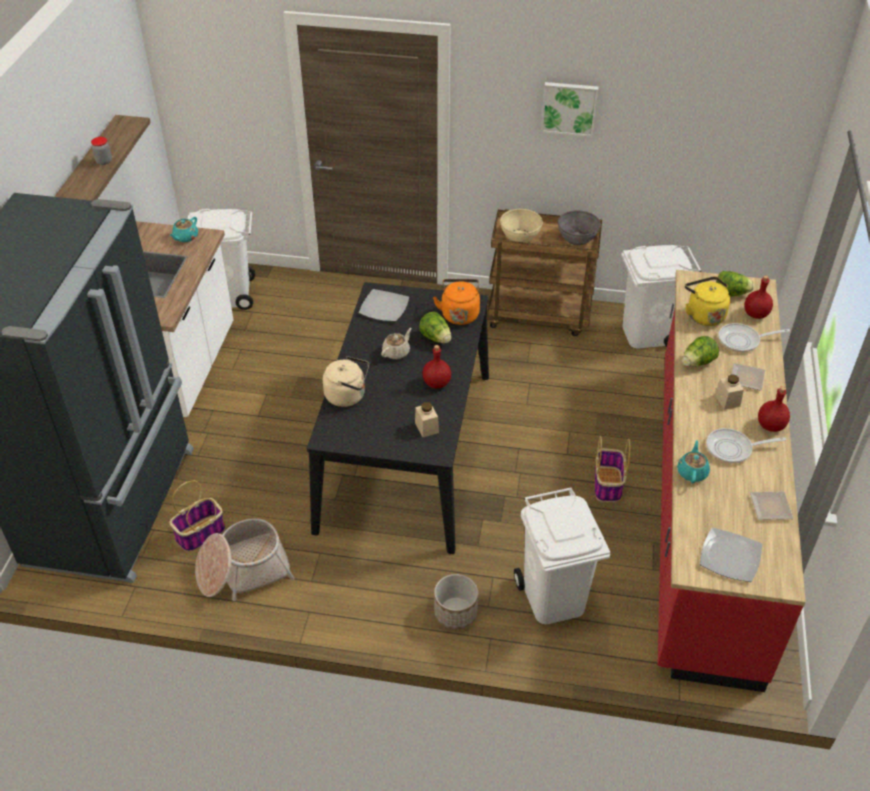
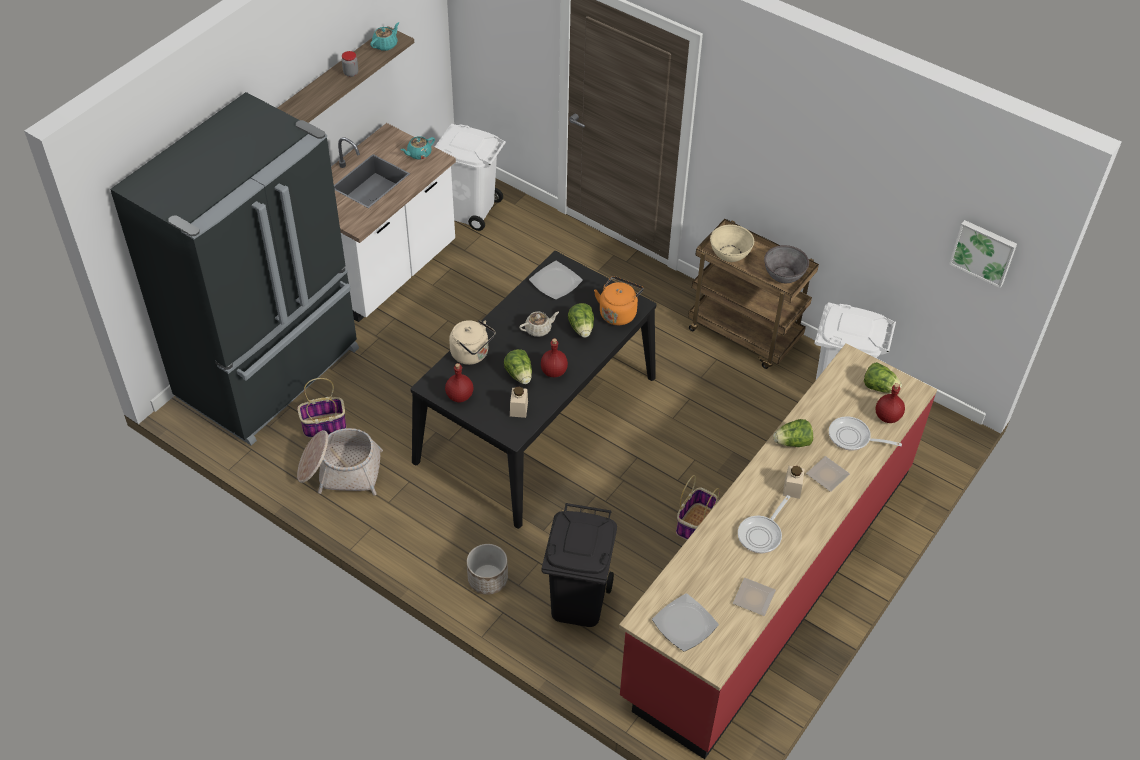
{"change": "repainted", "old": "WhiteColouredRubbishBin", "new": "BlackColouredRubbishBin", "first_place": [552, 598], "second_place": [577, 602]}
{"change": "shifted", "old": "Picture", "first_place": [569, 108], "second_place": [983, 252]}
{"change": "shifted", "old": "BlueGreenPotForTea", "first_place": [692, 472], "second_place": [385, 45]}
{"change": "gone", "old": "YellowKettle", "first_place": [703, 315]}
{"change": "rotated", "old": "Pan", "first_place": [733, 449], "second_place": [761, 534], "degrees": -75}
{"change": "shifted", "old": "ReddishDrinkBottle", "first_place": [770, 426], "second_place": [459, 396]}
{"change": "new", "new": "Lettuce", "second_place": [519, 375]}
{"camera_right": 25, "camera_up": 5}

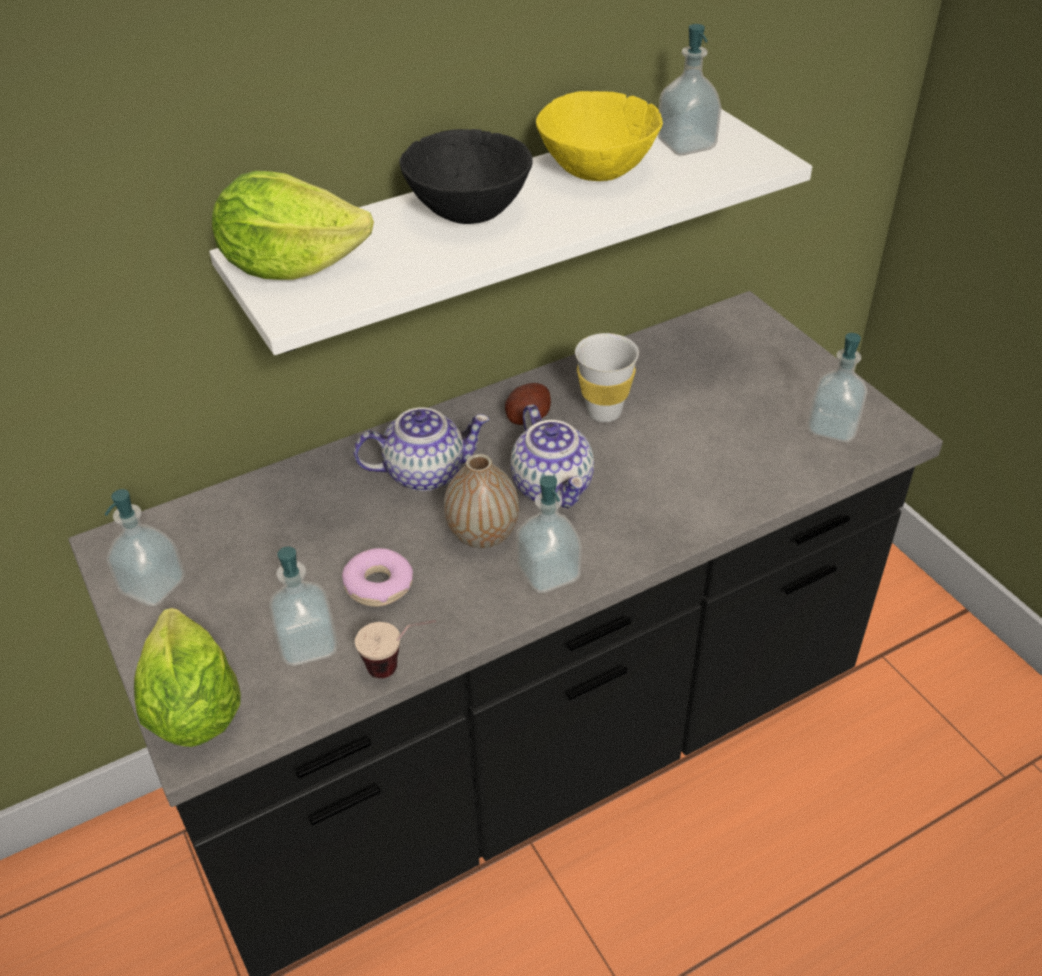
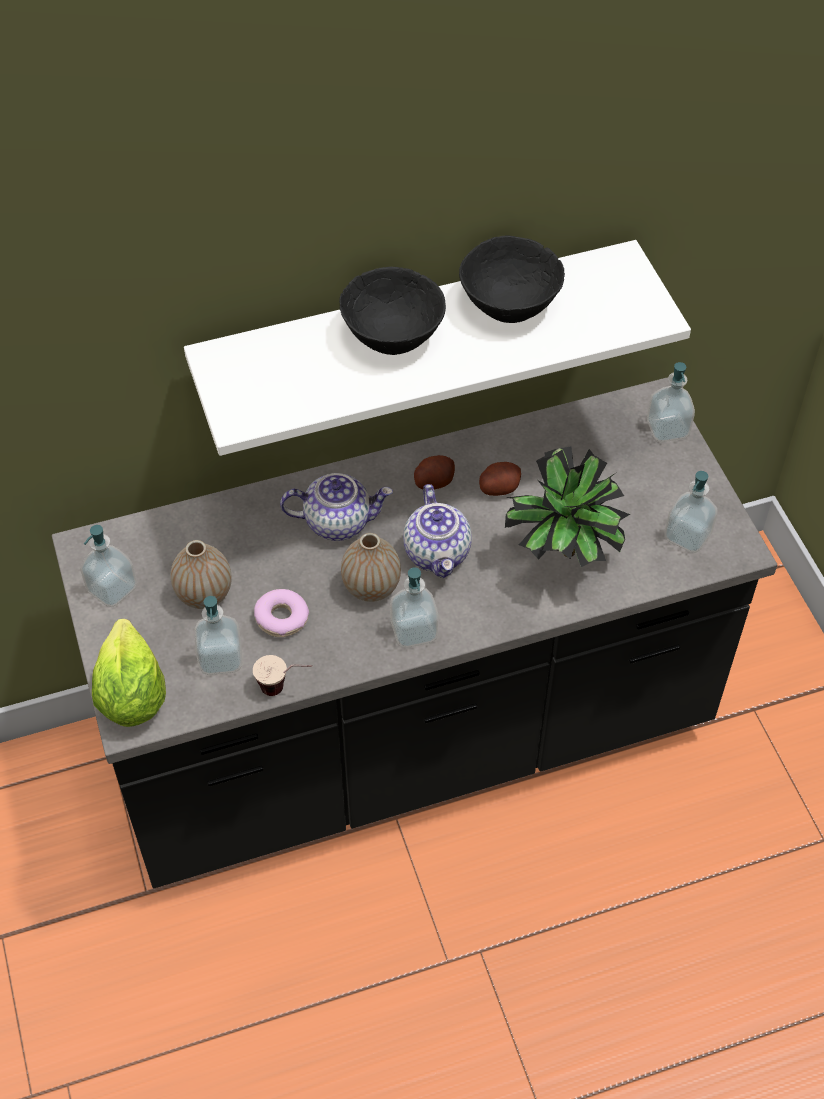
{"change": "gone", "old": "Lettuce", "first_place": [291, 266]}
{"change": "repainted", "old": "YellowBowl", "new": "BlackColouredBowl", "first_place": [597, 170], "second_place": [509, 305]}
{"change": "swapped", "old": "WhiteColouredSmallCup", "new": "Potato", "first_place": [604, 412], "second_place": [499, 487]}
{"change": "shifted", "old": "LiquidSoapBottle", "first_place": [686, 145], "second_place": [667, 429]}
{"change": "new", "new": "DecorativeVase", "second_place": [204, 594]}
{"change": "new", "new": "PlantInAPot", "second_place": [562, 558]}
{"camera_right": 10, "camera_up": 10}

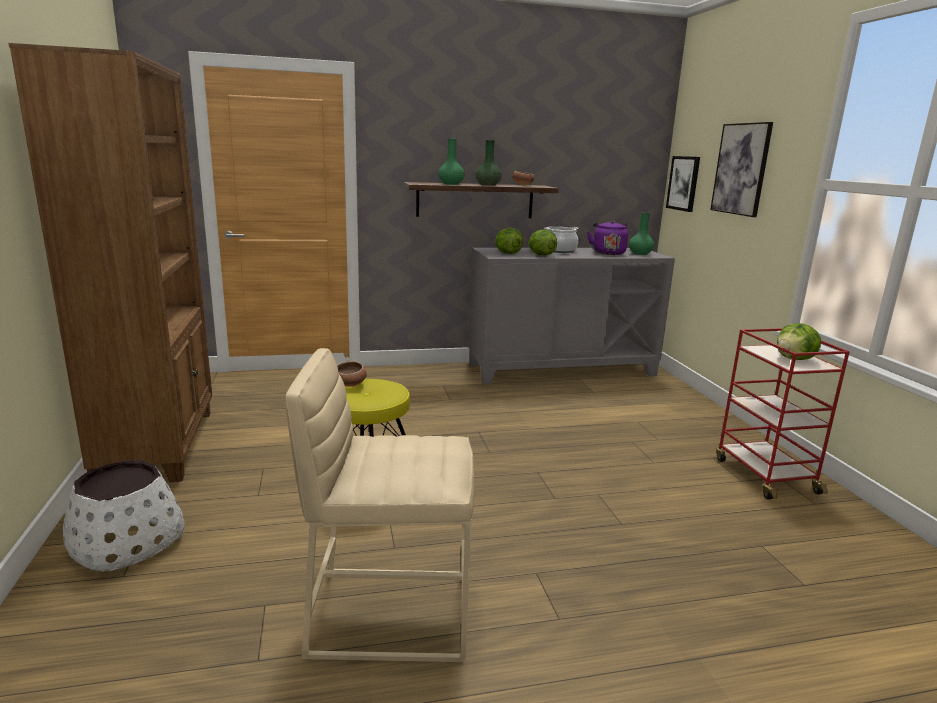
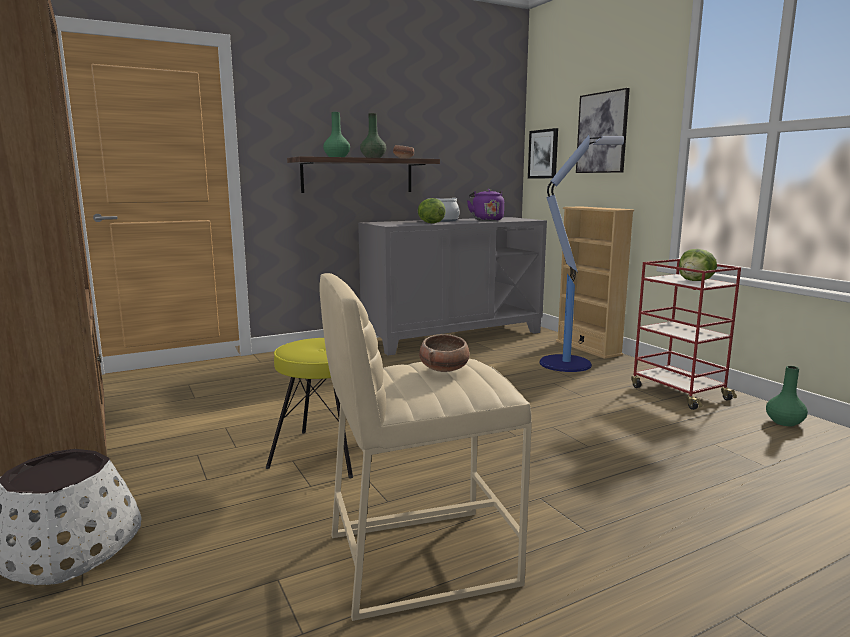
{"change": "shifted", "old": "Bowl", "first_place": [350, 384], "second_place": [444, 369]}
{"change": "gone", "old": "Lettuce", "first_place": [507, 253]}
{"change": "shifted", "old": "GreenDecorativeVase", "first_place": [640, 253], "second_place": [784, 422]}
{"change": "new", "new": "FloorLamp", "second_place": [567, 364]}
{"change": "new", "new": "BeigeBookshelf", "second_place": [588, 348]}
{"camera_right": -15, "camera_up": -5}

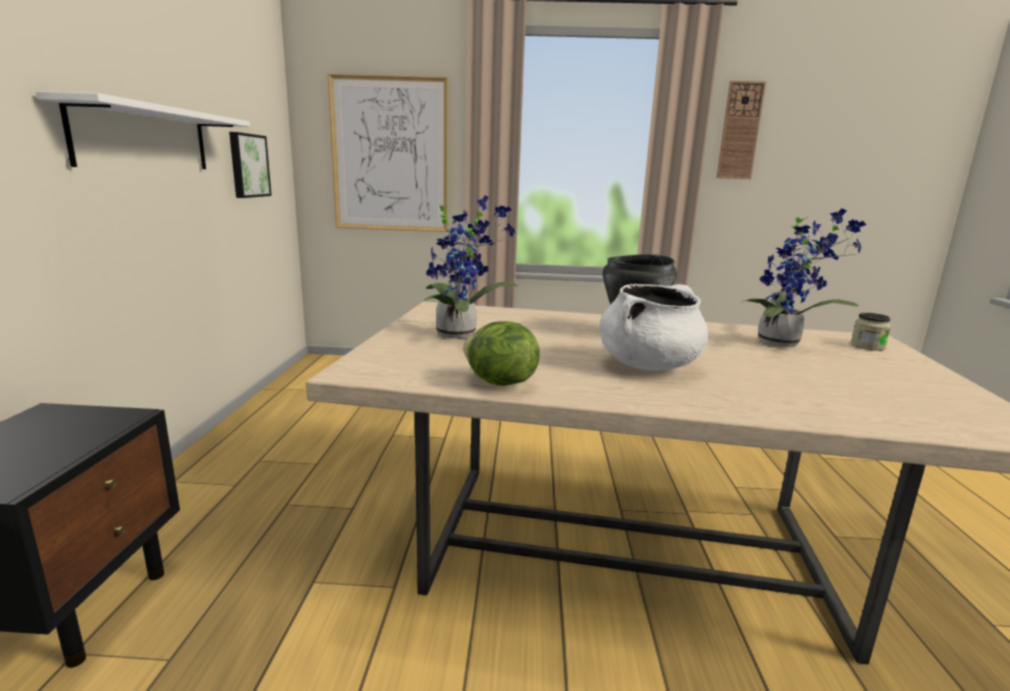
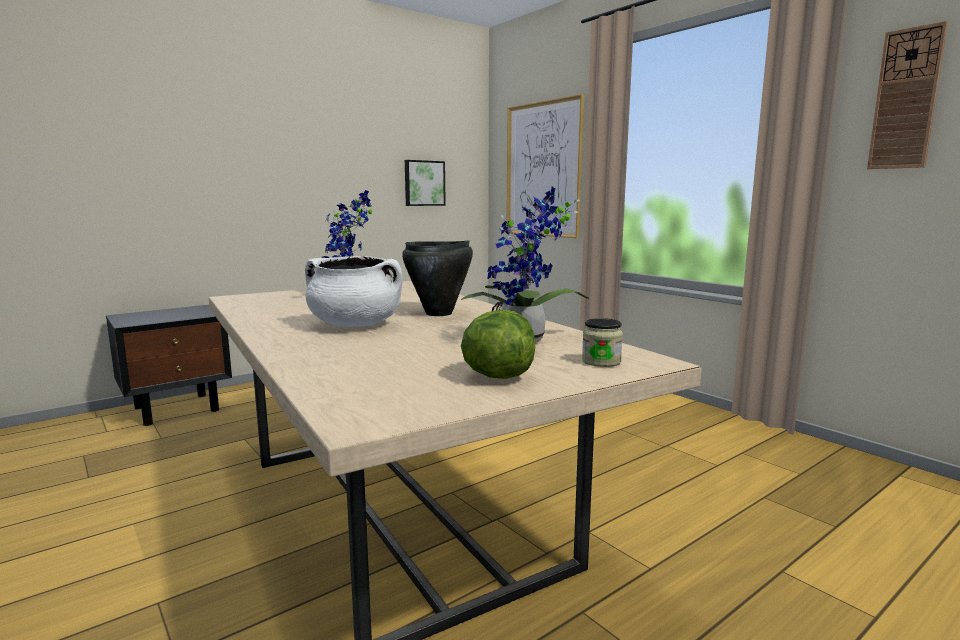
{"change": "gone", "old": "WhiteColouredBracketShelf", "first_place": [144, 138]}
{"change": "shifted", "old": "Lettuce", "first_place": [499, 383], "second_place": [497, 376]}
{"camera_right": 50, "camera_up": -5}

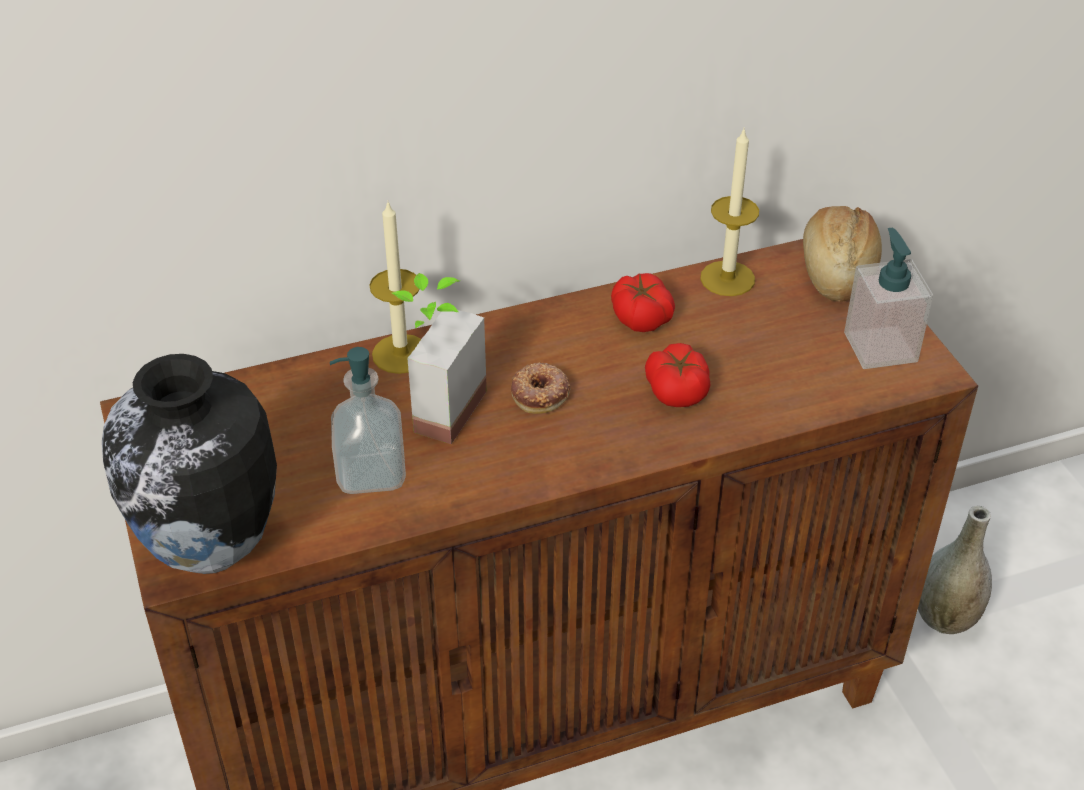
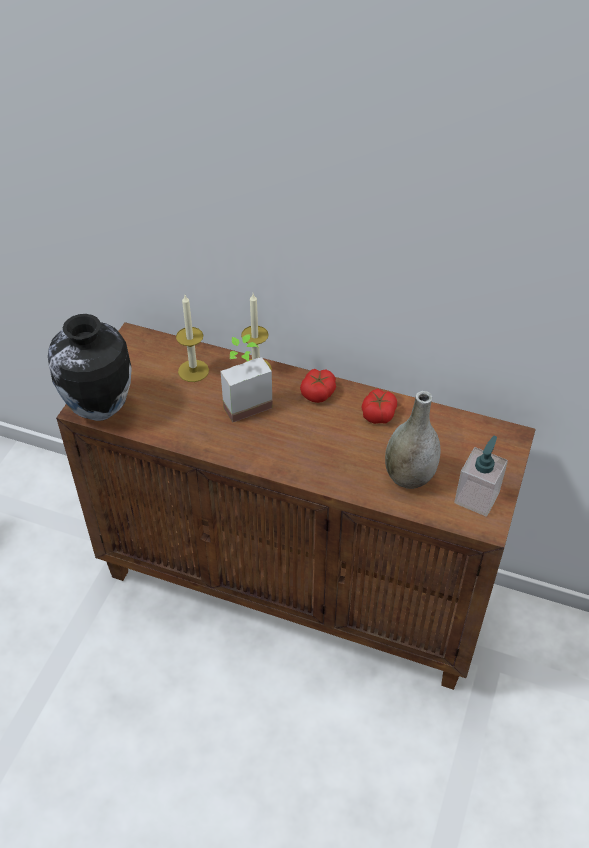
{"change": "gone", "old": "LiquidSoapBottle", "first_place": [371, 473]}
{"change": "gone", "old": "Doughnut", "first_place": [540, 393]}
{"change": "shifted", "old": "Tomato", "first_place": [677, 390], "second_place": [318, 392]}
{"change": "shifted", "old": "WaxLight", "first_place": [727, 278], "second_place": [193, 371]}
{"change": "gone", "old": "BakeryBread", "first_place": [837, 270]}
{"change": "shifted", "old": "GreyDecorativeVase", "first_place": [945, 618], "second_place": [409, 477]}
{"camera_right": 40, "camera_up": 5}

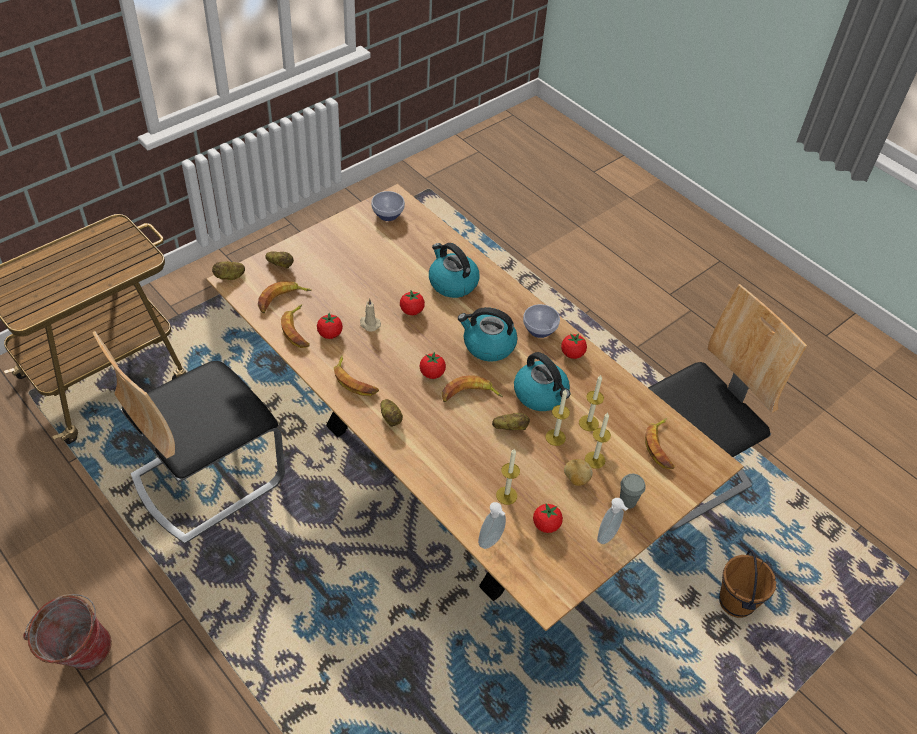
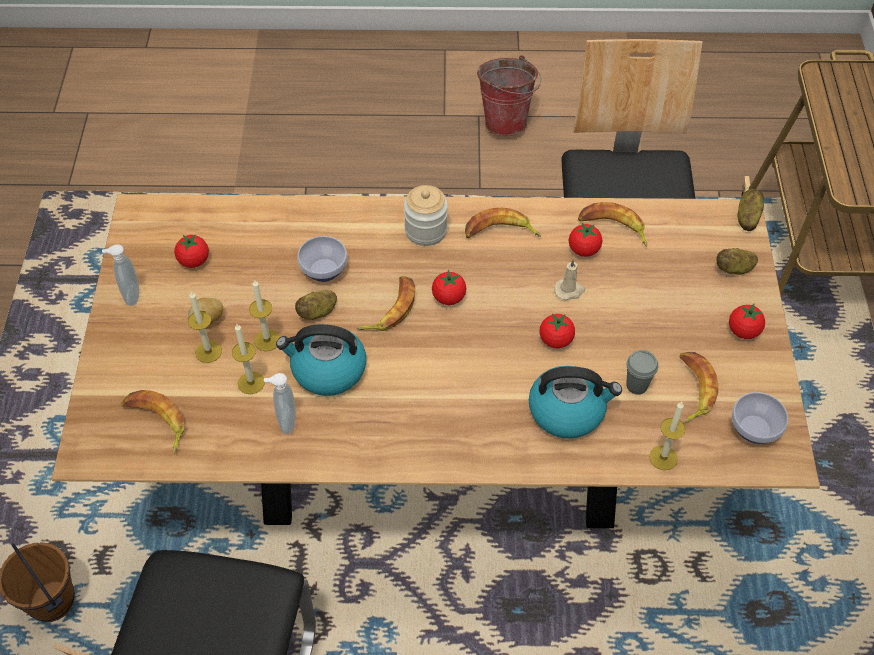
{"change": "shifted", "old": "Banana", "first_place": [281, 300], "second_place": [692, 389]}
{"change": "swapped", "old": "Potato", "new": "PreserveJar", "first_place": [391, 418], "second_place": [426, 230]}
{"change": "gone", "old": "Kettle", "first_place": [488, 345]}
{"change": "shifted", "old": "LiquidSoapBottle", "first_place": [491, 542], "second_place": [285, 421]}
{"change": "shifted", "old": "WaxLight", "first_place": [506, 495], "second_place": [663, 457]}
{"change": "shifted", "old": "Bowl", "first_place": [538, 330], "second_place": [325, 270]}
{"change": "shifted", "old": "Tomato", "first_place": [572, 354], "second_place": [743, 331]}
{"change": "shifted", "old": "GreySmallCup", "first_place": [627, 501], "second_place": [637, 385]}
{"camera_right": 135, "camera_up": 5}

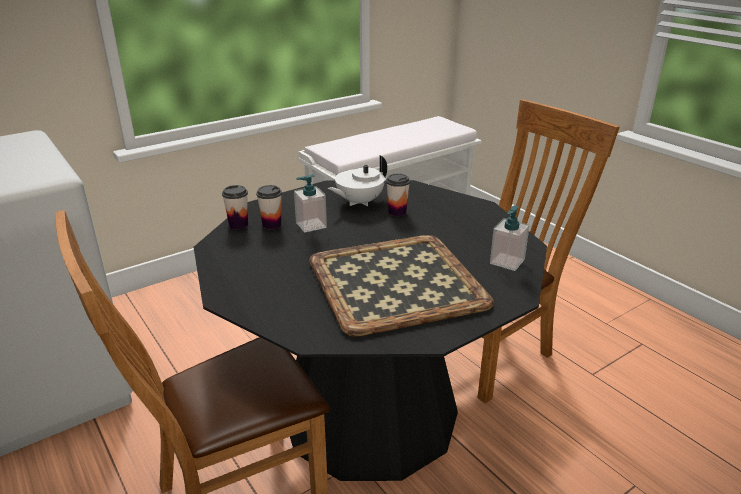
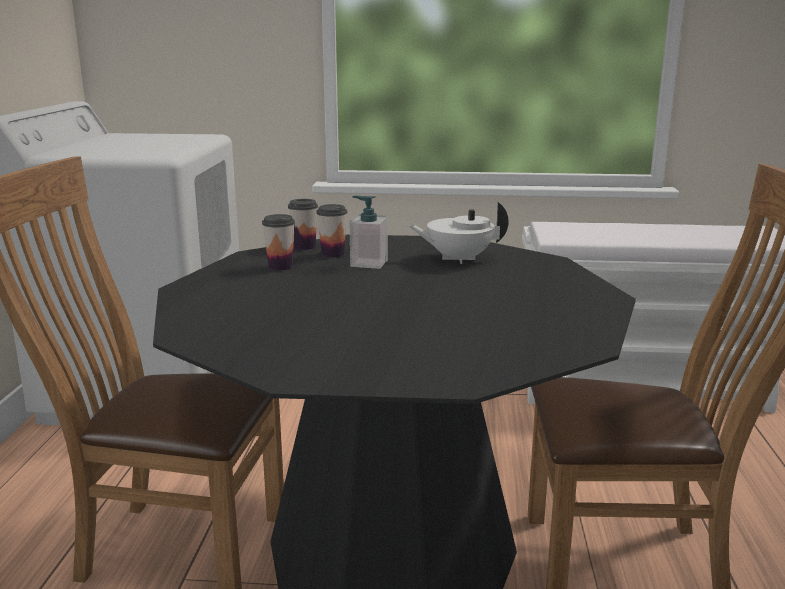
{"change": "gone", "old": "CarryingTray", "first_place": [397, 281]}
{"change": "shifted", "old": "SmallCup", "first_place": [397, 212], "second_place": [280, 267]}
{"change": "gone", "old": "LiquidSoapBottle", "first_place": [507, 261]}
{"camera_right": 40, "camera_up": -10}

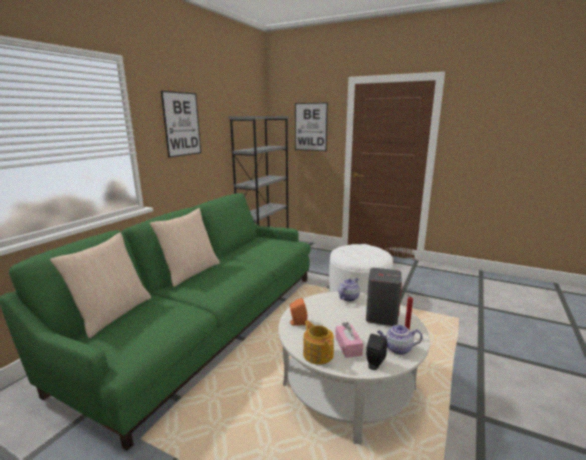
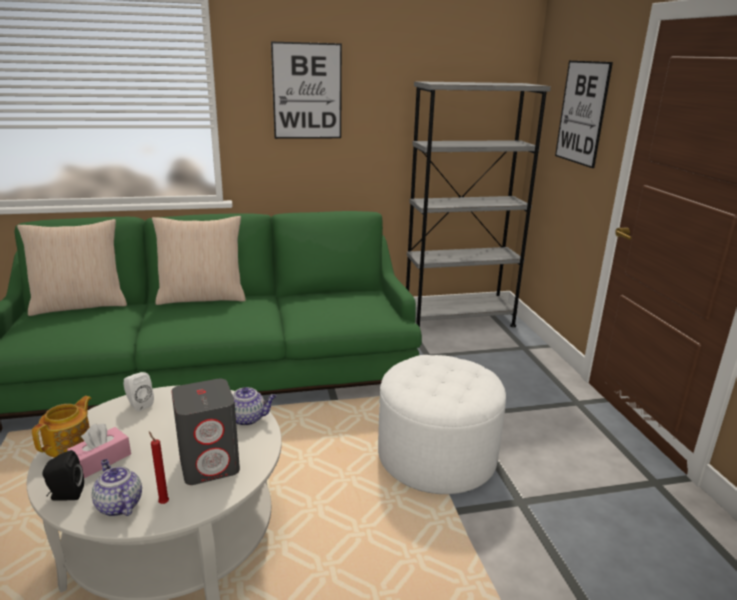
{"change": "repainted", "old": "OrangeAudioSpeaker", "new": "WhiteColouredAudioSpeaker", "first_place": [297, 323], "second_place": [139, 404]}
{"camera_right": 50, "camera_up": 5}

